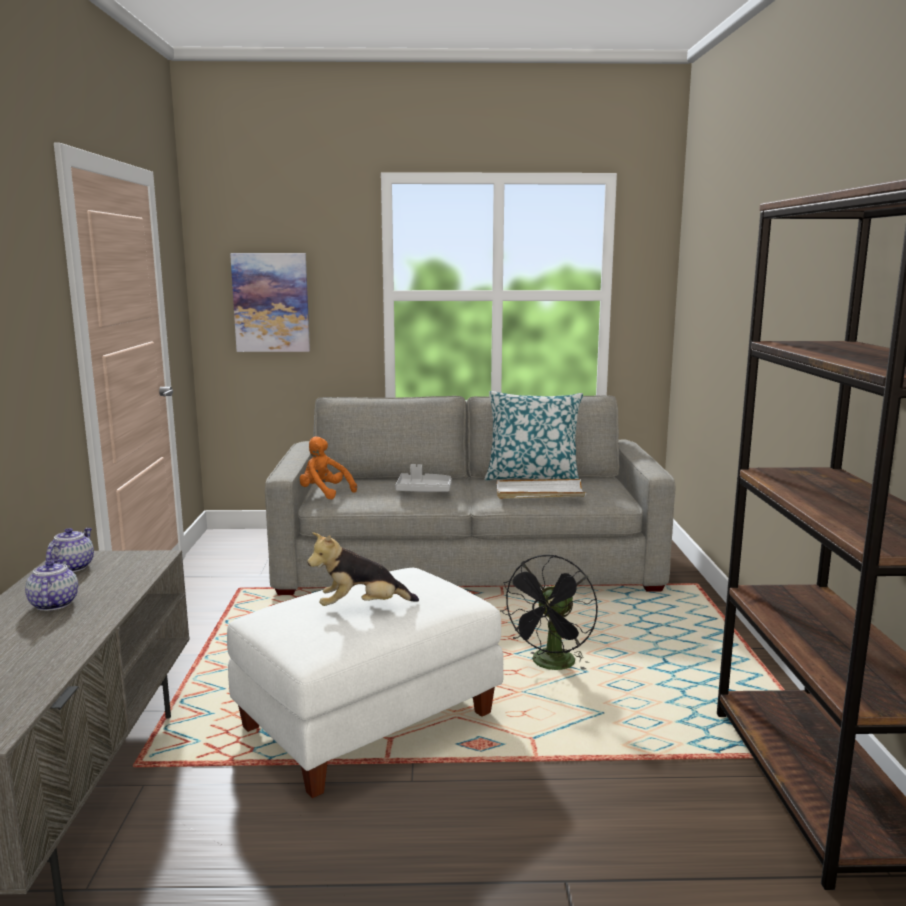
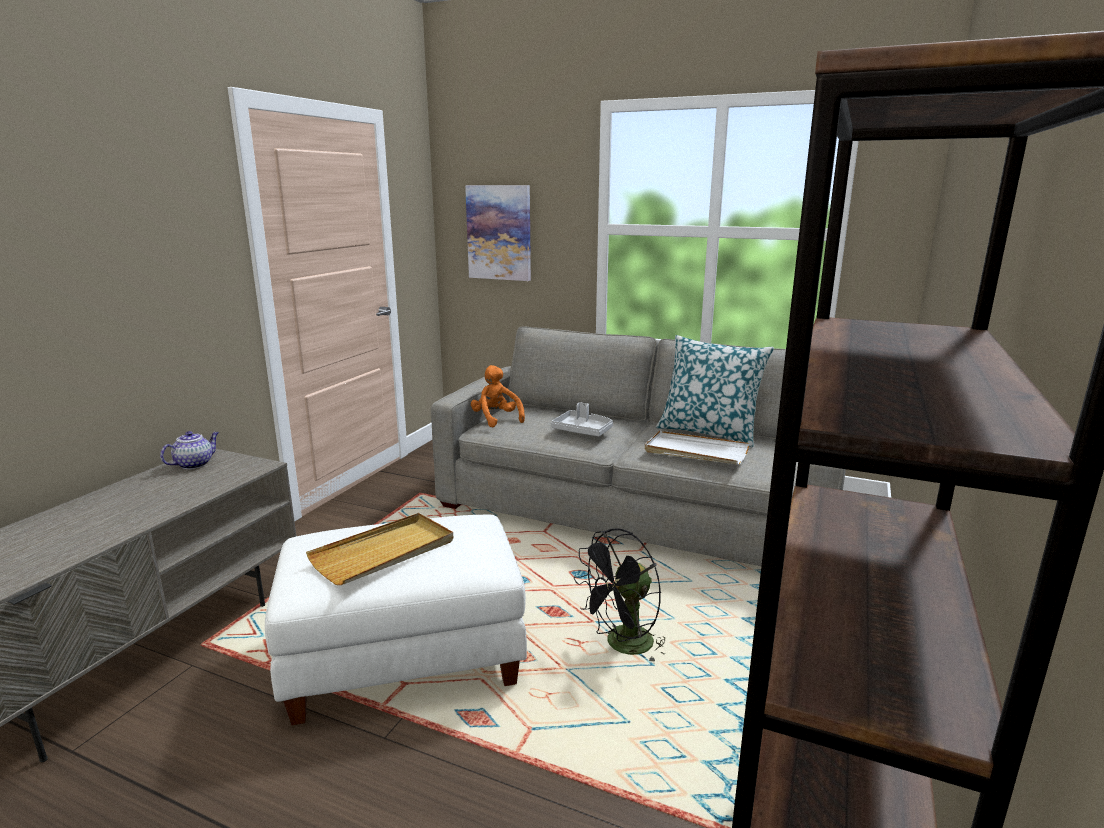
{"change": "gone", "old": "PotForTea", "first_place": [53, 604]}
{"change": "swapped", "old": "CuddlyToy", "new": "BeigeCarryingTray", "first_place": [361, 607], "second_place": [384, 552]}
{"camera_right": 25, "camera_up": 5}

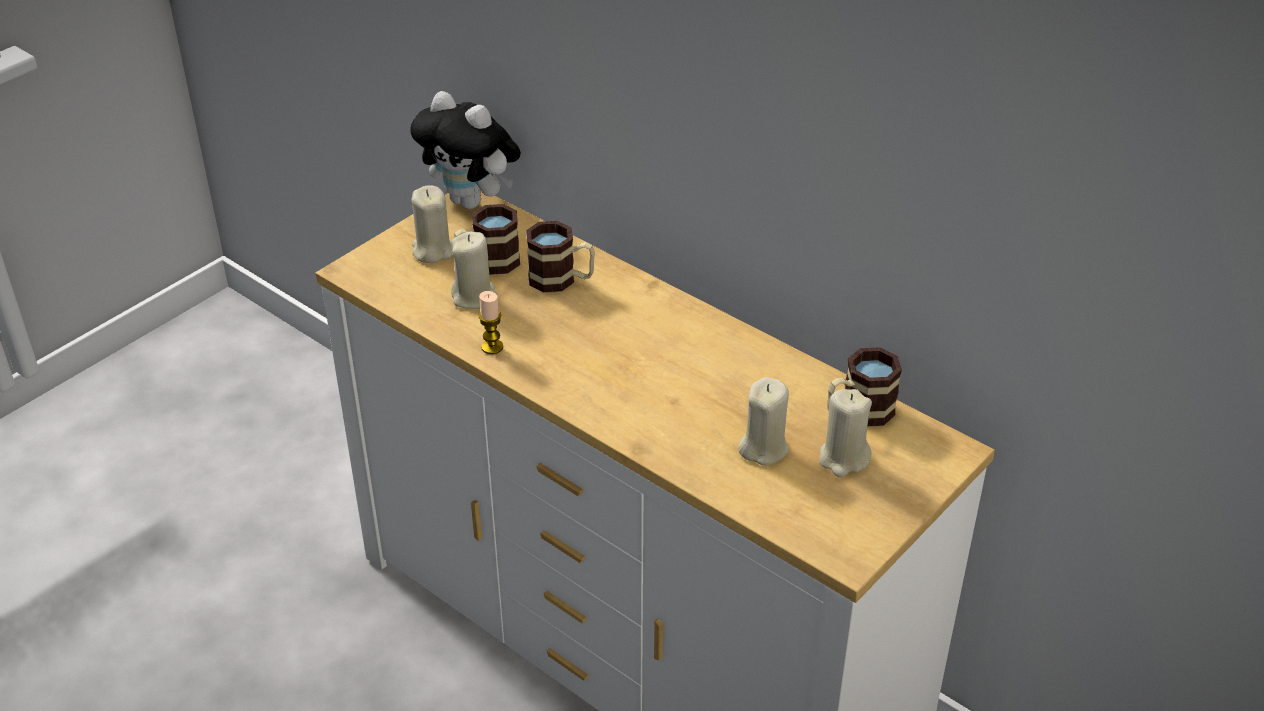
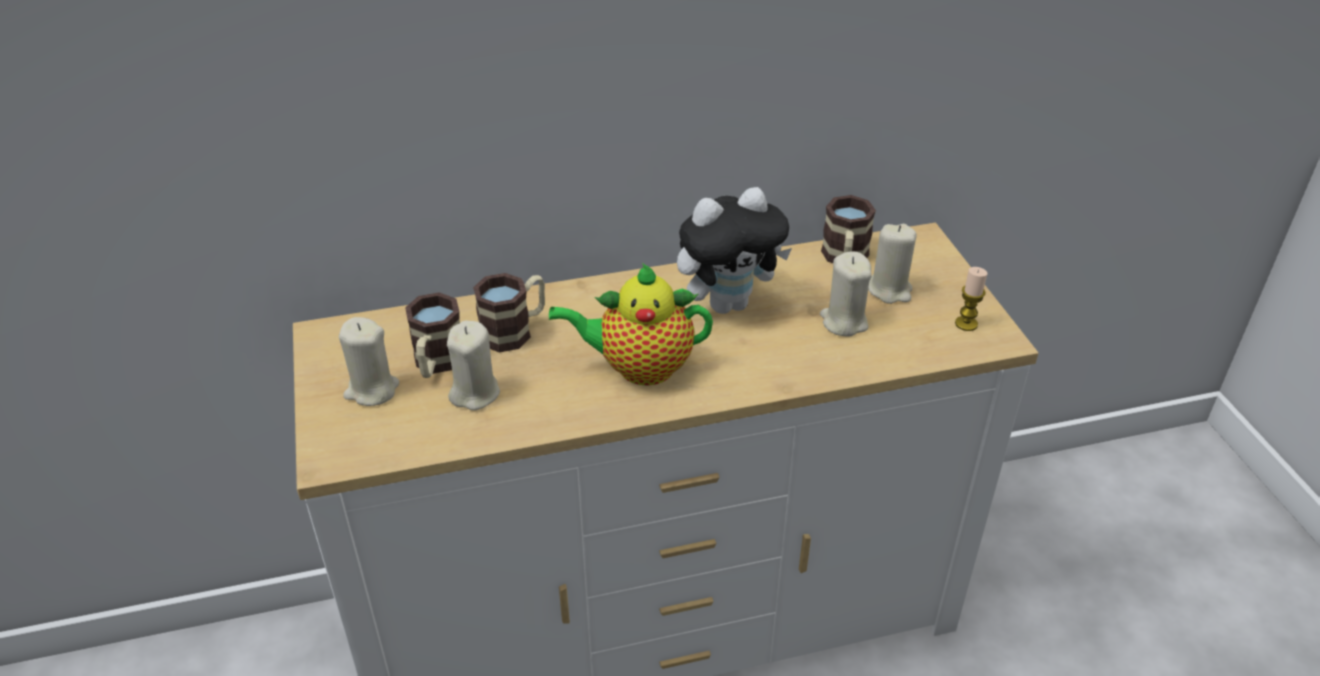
{"change": "shifted", "old": "CuddlyToy", "first_place": [472, 201], "second_place": [728, 303]}
{"change": "shifted", "old": "WaxLight", "first_place": [492, 347], "second_place": [966, 324]}
{"change": "new", "new": "PotForTea", "second_place": [639, 368]}
{"camera_right": -55, "camera_up": 0}

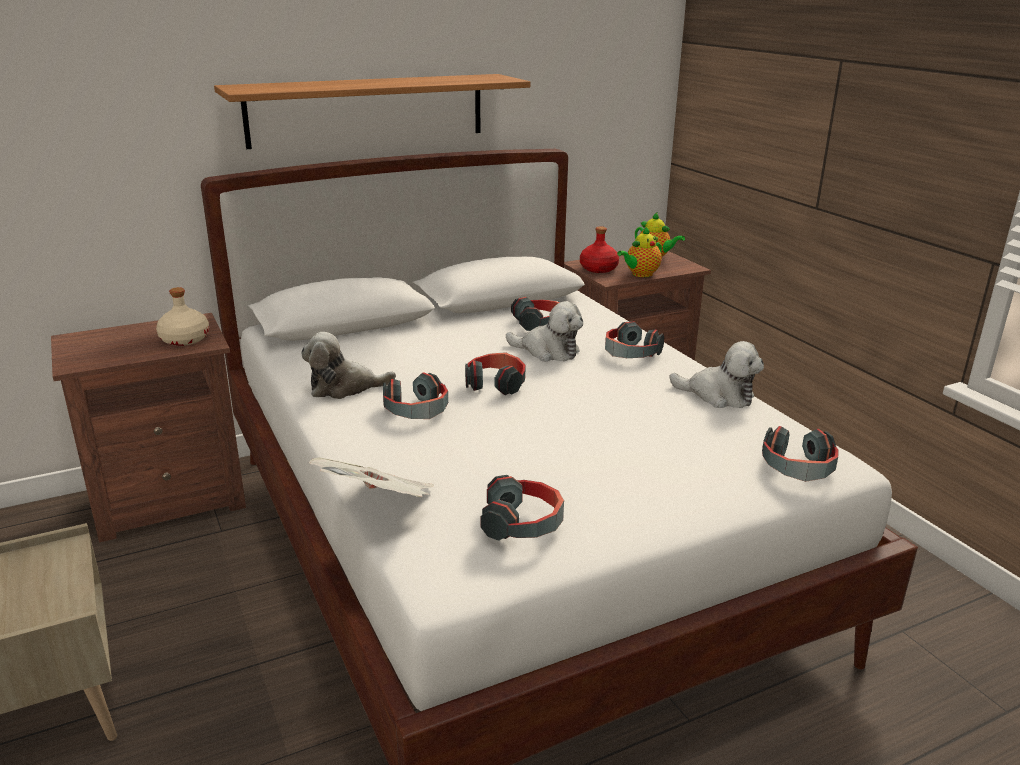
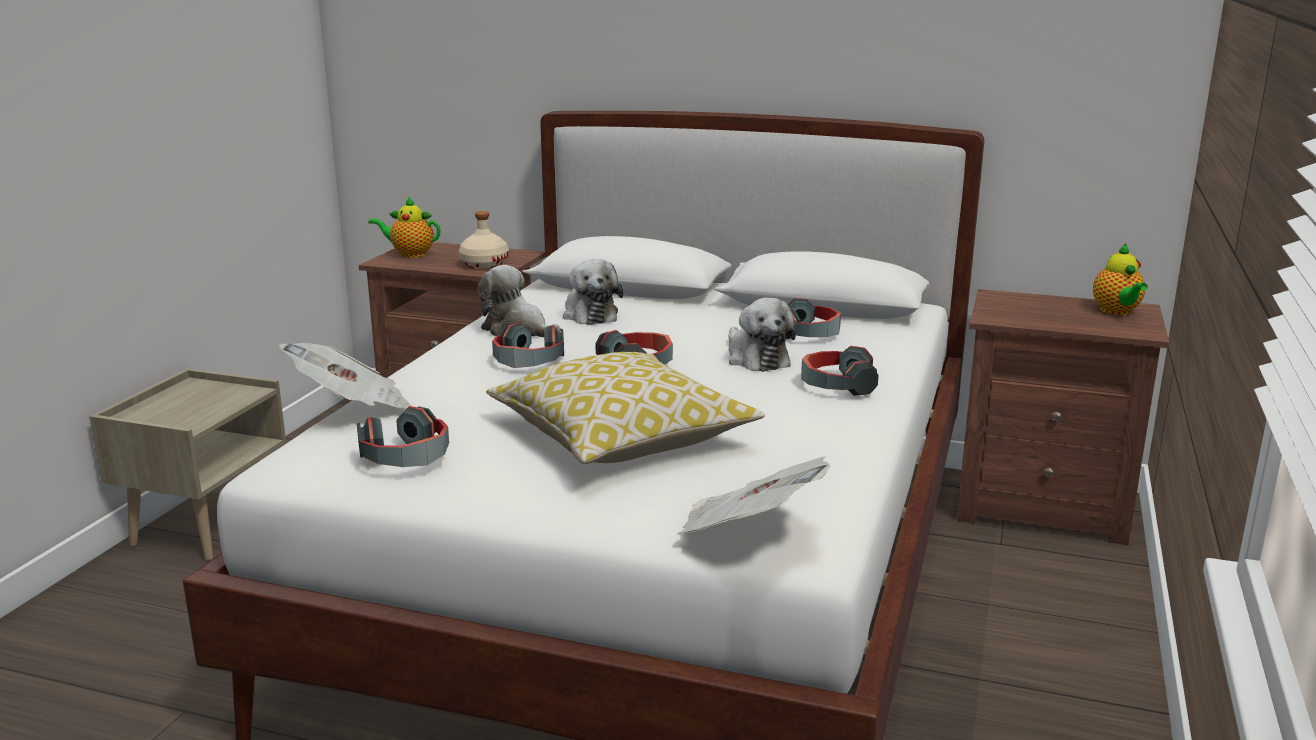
{"change": "gone", "old": "BracketShelf", "first_place": [367, 110]}
{"change": "gone", "old": "ReddishDrinkBottle", "first_place": [598, 268]}
{"change": "shifted", "old": "PotForTea", "first_place": [640, 274], "second_place": [410, 254]}
{"change": "shifted", "old": "CuddlyToy", "first_place": [718, 395], "second_place": [589, 314]}
{"change": "swapped", "old": "Headphones", "new": "DailyPaper", "first_place": [798, 468], "second_place": [748, 532]}
{"change": "new", "new": "Pillow", "second_place": [622, 438]}
{"camera_right": 45, "camera_up": -5}

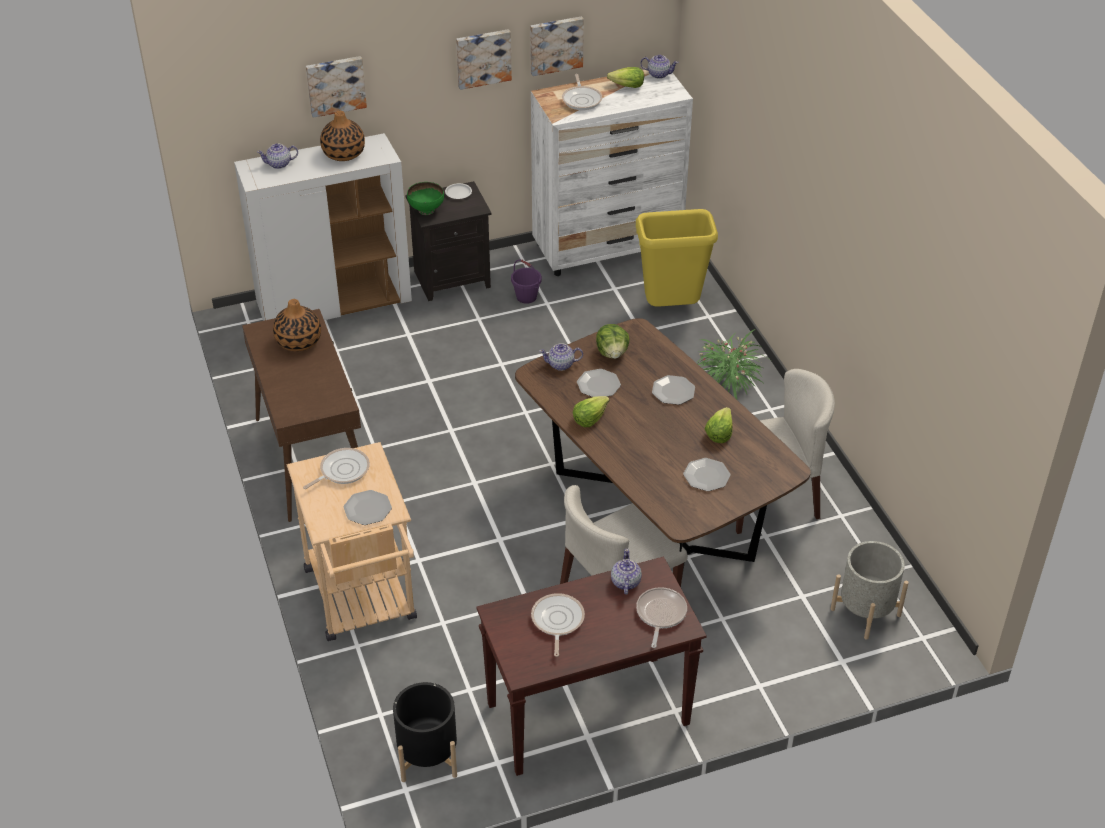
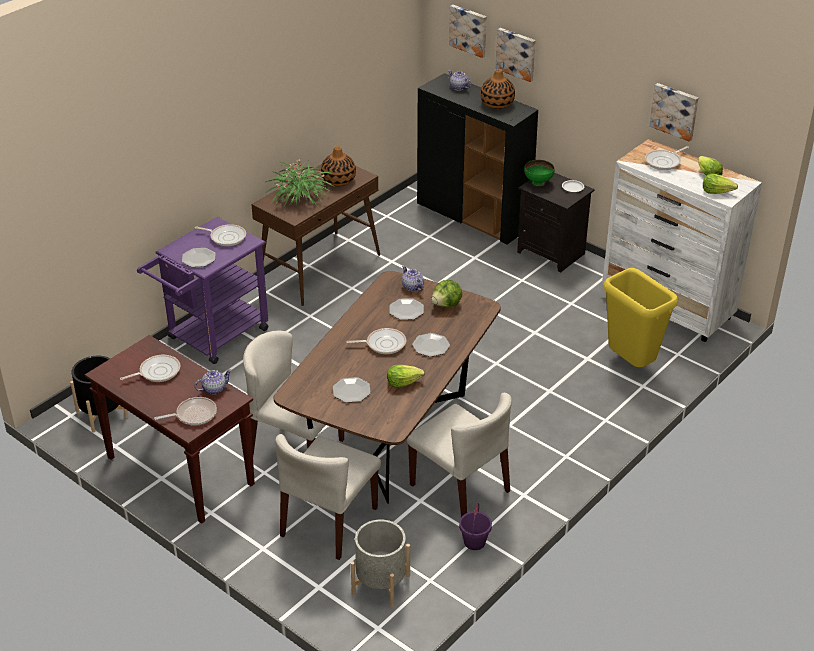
{"change": "repainted", "old": "WhiteColouredCupboard", "new": "BlackColouredCupboard", "first_place": [335, 303], "second_place": [474, 217]}
{"change": "repainted", "old": "BeigeCart", "new": "PurplishCart", "first_place": [363, 602], "second_place": [212, 337]}
{"change": "shifted", "old": "Picture", "first_place": [483, 58], "second_place": [469, 30]}
{"change": "shifted", "old": "PurplishWaterBucket", "first_place": [526, 297], "second_place": [474, 542]}
{"change": "shifted", "old": "Lettuce", "first_place": [589, 418], "second_place": [717, 191]}
{"change": "gone", "old": "PotForTea", "first_place": [658, 74]}
{"change": "shifted", "old": "PlantInAPot", "first_place": [728, 379], "second_place": [299, 198]}
{"change": "new", "new": "BeigePlainChair", "second_place": [329, 522]}
{"change": "new", "new": "Pan", "second_place": [383, 344]}
{"camera_right": 60, "camera_up": -5}

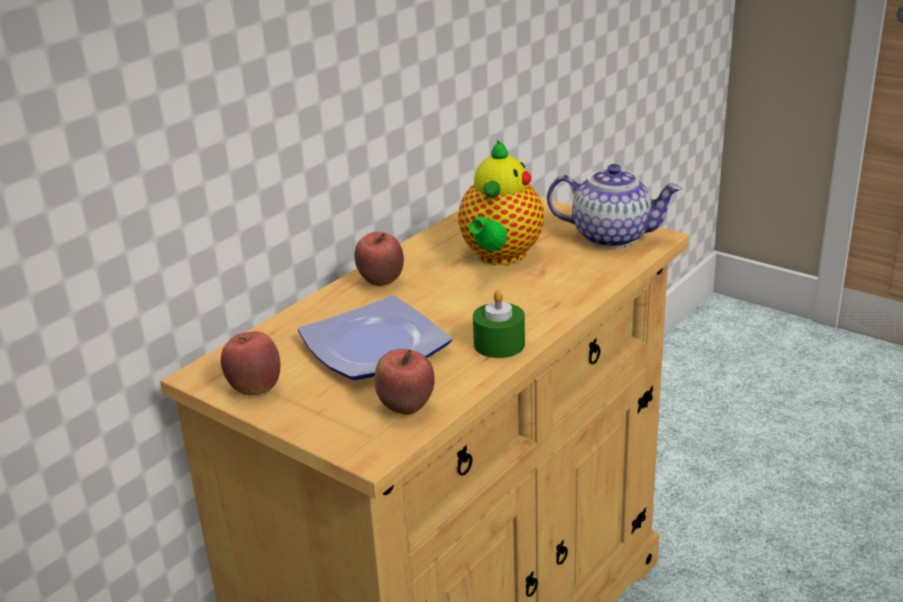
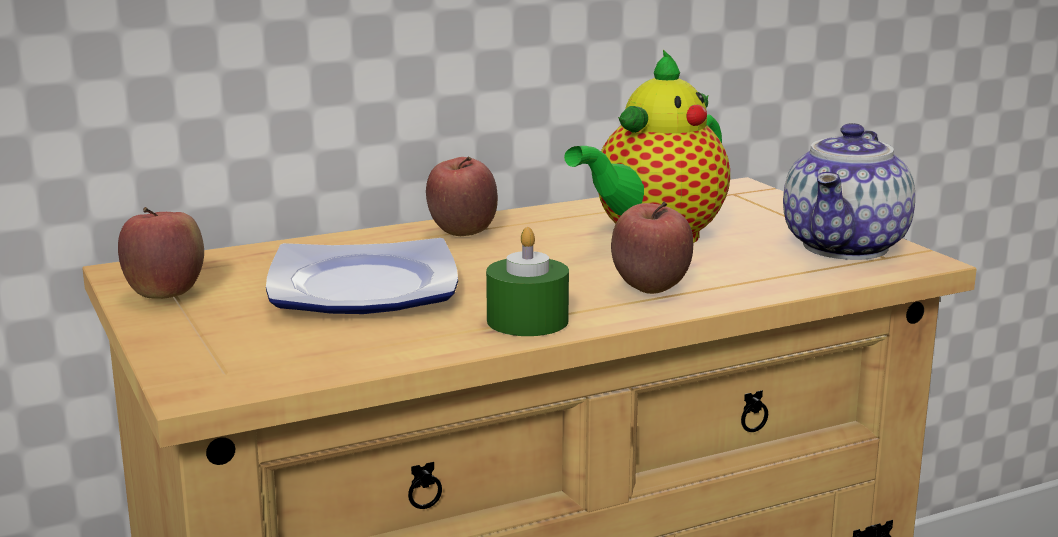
{"change": "shifted", "old": "WholeApple", "first_place": [406, 408], "second_place": [650, 289]}
{"change": "rotated", "old": "PotForTea", "first_place": [612, 236], "second_place": [847, 248], "degrees": 75}
{"camera_right": 25, "camera_up": -10}

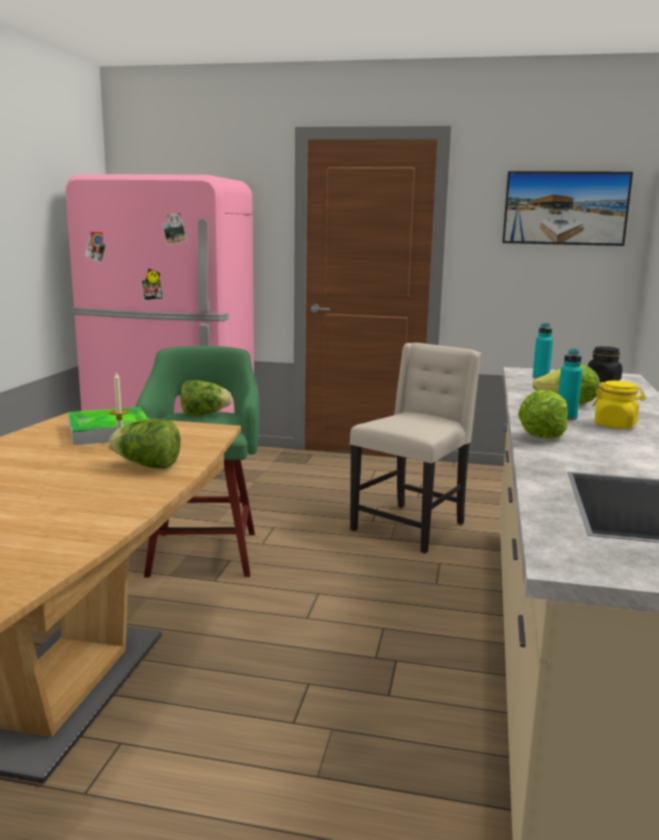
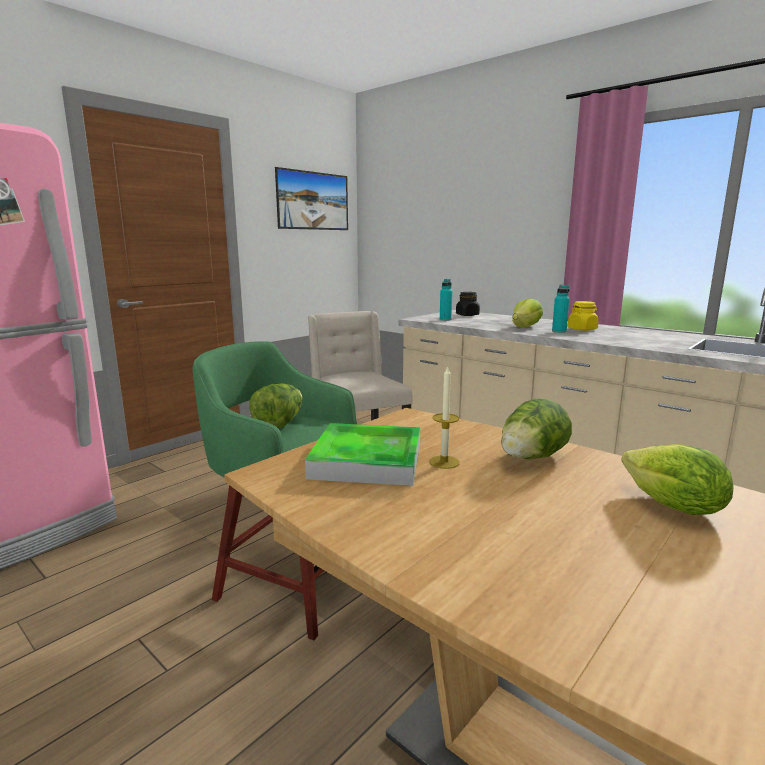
{"change": "shifted", "old": "Lettuce", "first_place": [542, 436], "second_place": [673, 507]}
{"camera_right": -60, "camera_up": 0}

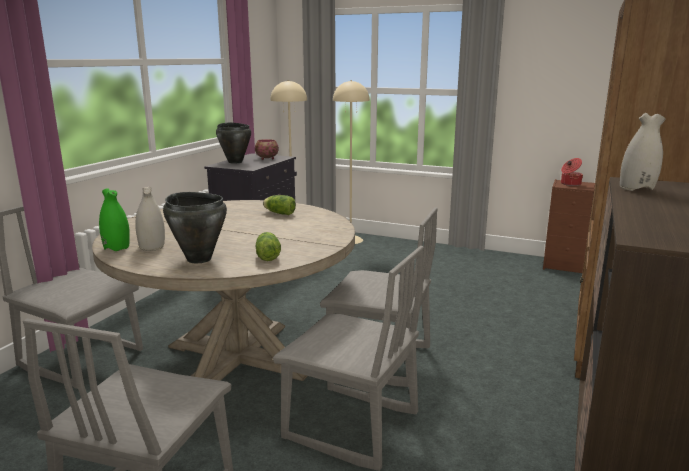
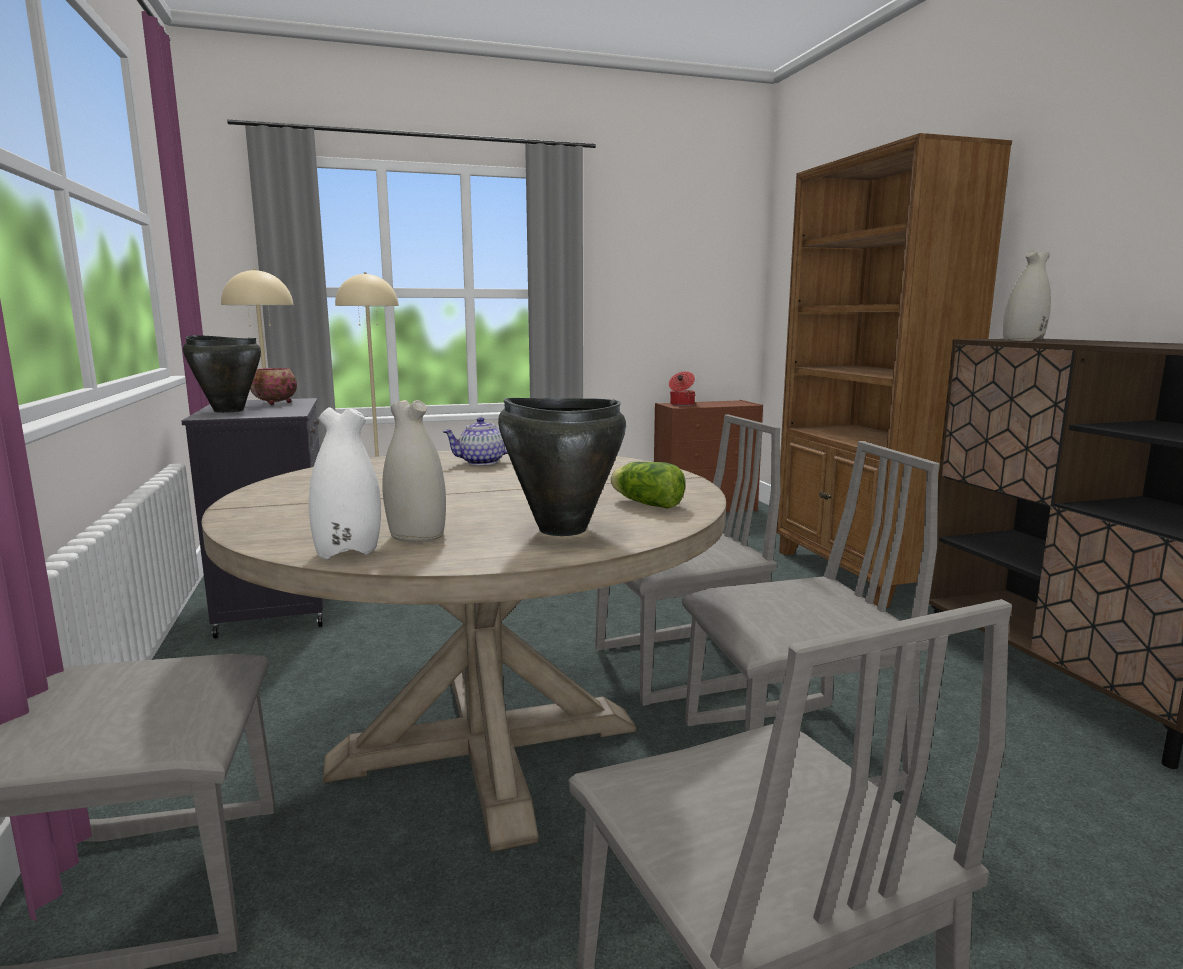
{"change": "repainted", "old": "GreenDecorativeVase", "new": "WhiteColouredDecorativeVase", "first_place": [116, 248], "second_place": [348, 552]}
{"change": "swapped", "old": "Lettuce", "new": "PotForTea", "first_place": [278, 213], "second_place": [482, 462]}
{"camera_right": -40, "camera_up": -5}

